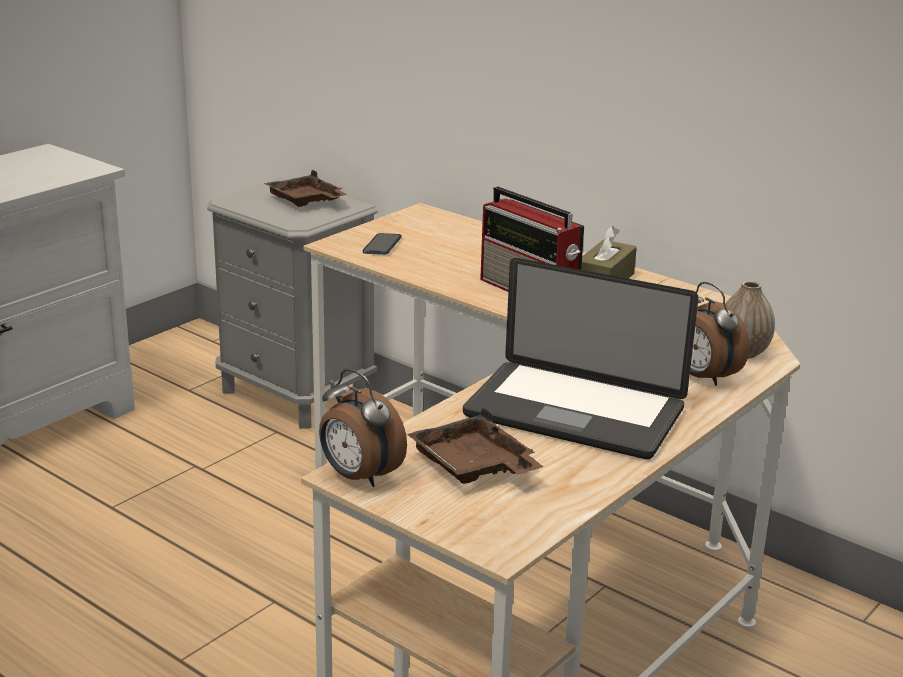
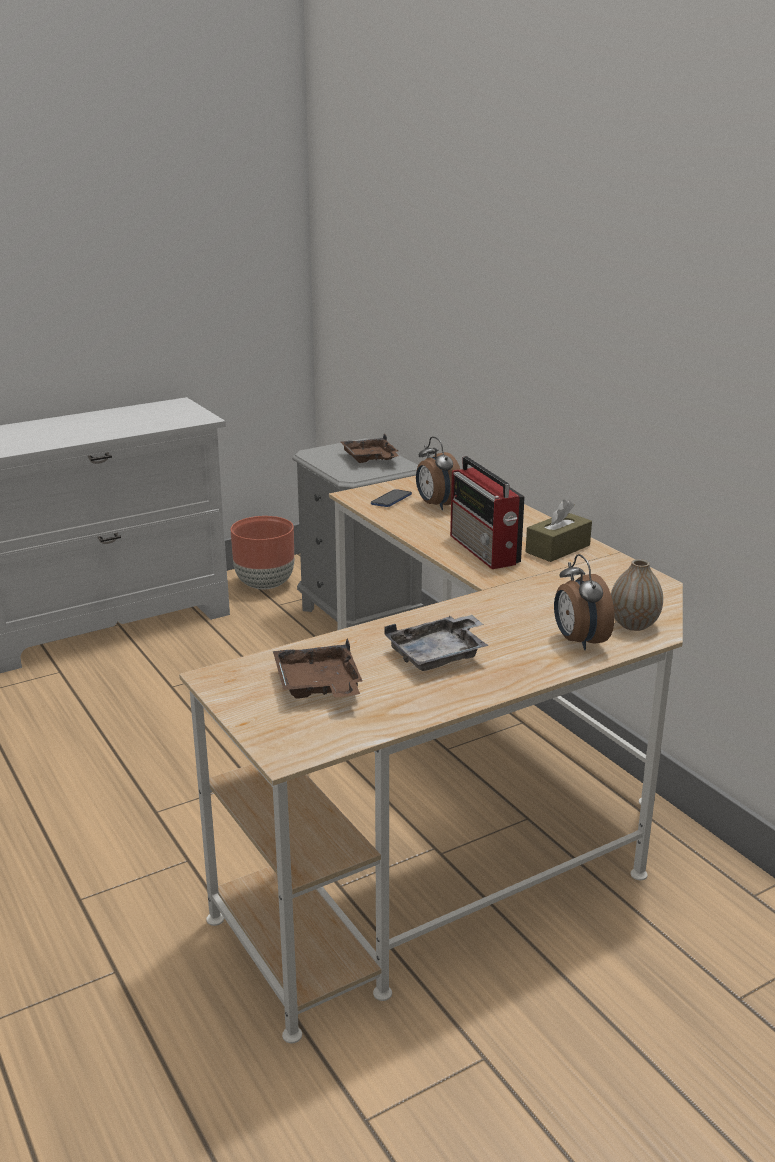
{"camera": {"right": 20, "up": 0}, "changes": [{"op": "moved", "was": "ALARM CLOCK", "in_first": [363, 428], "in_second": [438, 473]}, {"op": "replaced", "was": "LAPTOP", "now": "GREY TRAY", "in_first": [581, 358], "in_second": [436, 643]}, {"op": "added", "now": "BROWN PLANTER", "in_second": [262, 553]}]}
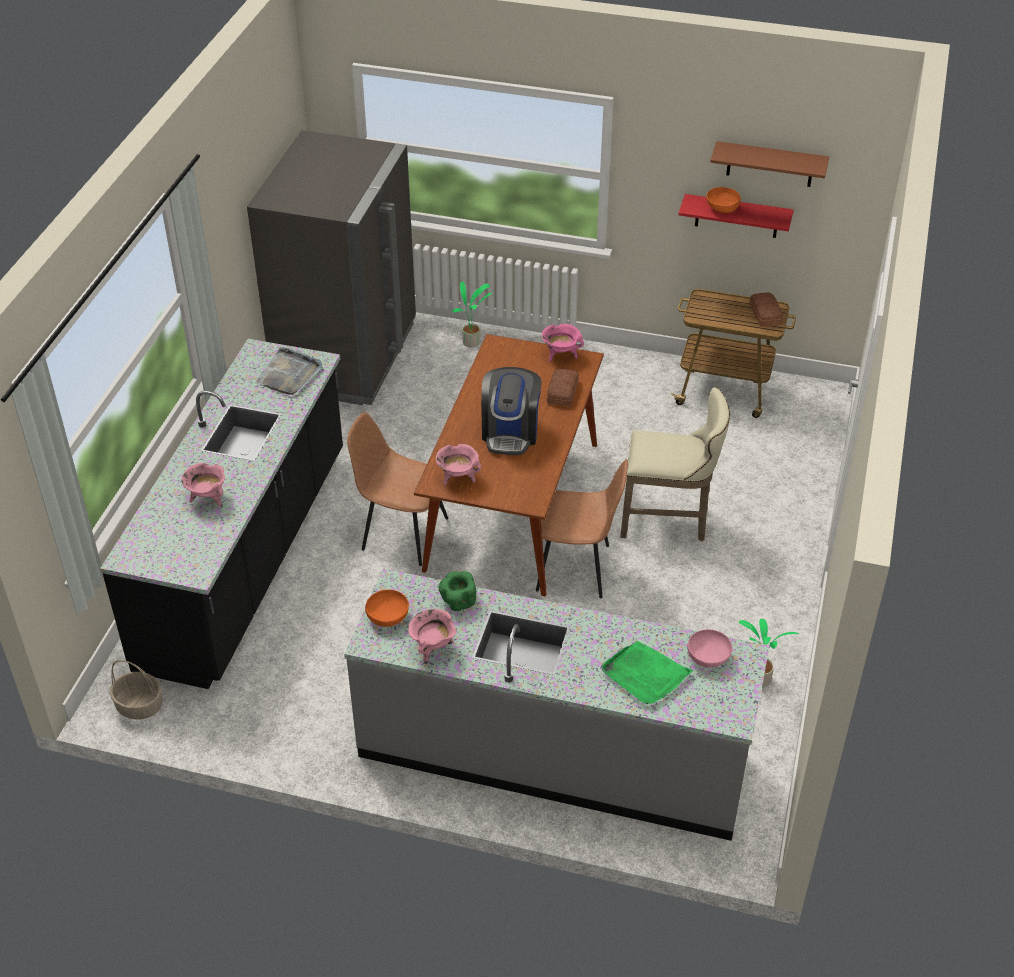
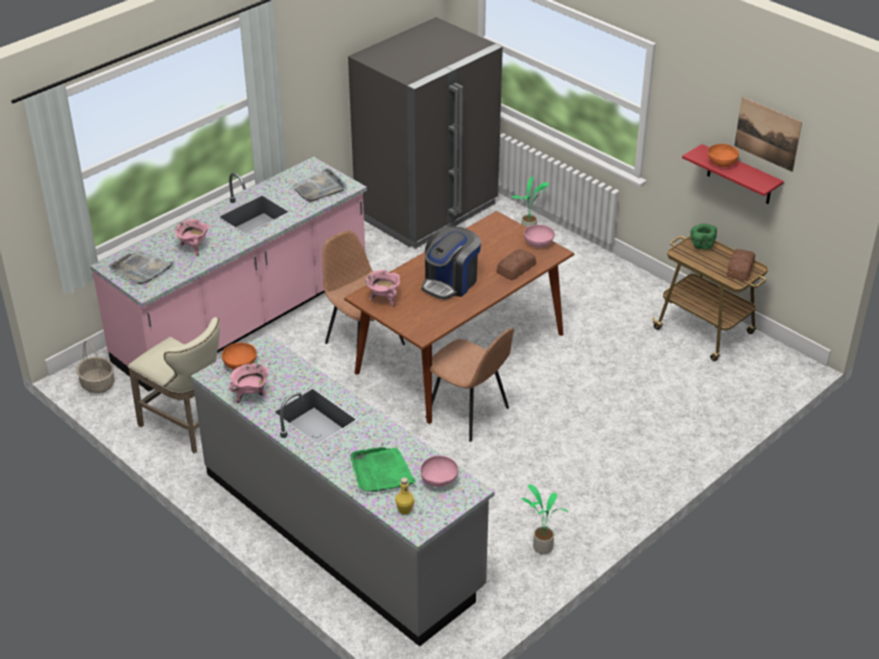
{"camera": {"right": 30, "up": -5}, "changes": [{"op": "recoloured", "was": "BLACK COUNTER", "now": "PINK COUNTER", "in_first": [221, 514], "in_second": [228, 274]}, {"op": "moved", "was": "GREEN BOWL", "in_first": [457, 591], "in_second": [703, 236]}, {"op": "replaced", "was": "PINK COOKING POT", "now": "PINK BOWL", "in_first": [563, 342], "in_second": [539, 236]}, {"op": "moved", "was": "BEIGE STOOL", "in_first": [675, 464], "in_second": [174, 385]}, {"op": "replaced", "was": "BROWN SHELF", "now": "PICTURE", "in_first": [769, 164], "in_second": [768, 134]}, {"op": "added", "now": "GREY TRAY", "in_second": [142, 268]}, {"op": "added", "now": "YELLOW BOTTLE", "in_second": [404, 496]}]}
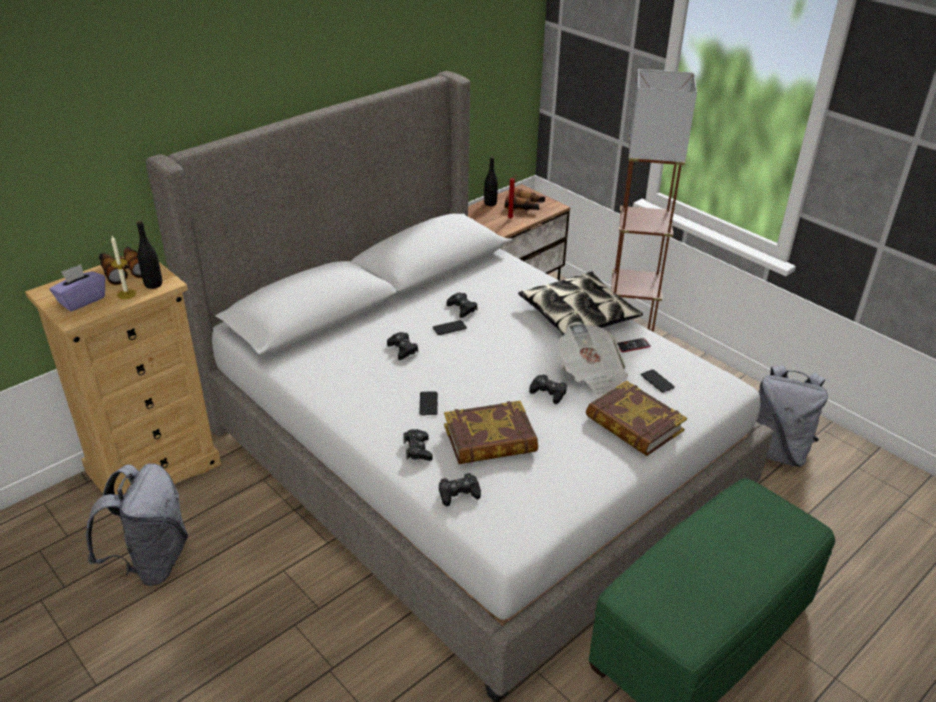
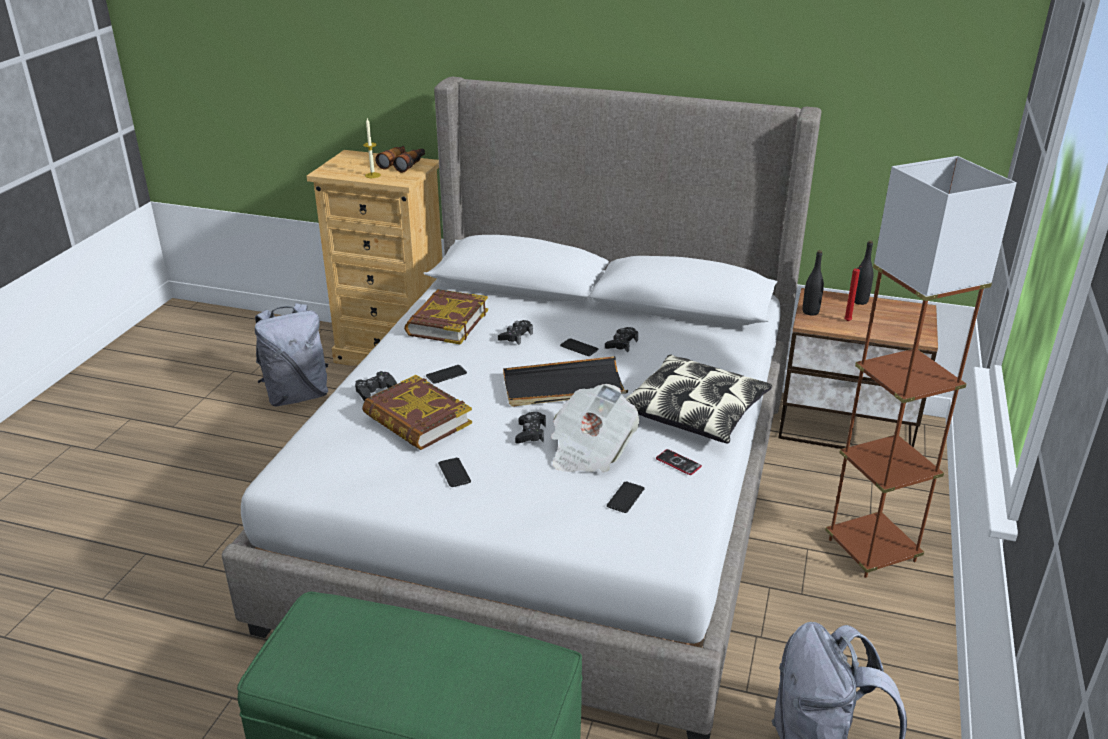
{"camera": {"right": 60, "up": -5}, "changes": [{"op": "removed", "was": "PURPLE TISSUE BOX", "in_first": [77, 288]}, {"op": "moved", "was": "BLACK BOTTLE", "in_first": [149, 254], "in_second": [813, 282]}, {"op": "removed", "was": "BLACK GAME CONTROLLER", "in_first": [460, 489]}, {"op": "removed", "was": "BINOCULARS", "in_first": [525, 199]}, {"op": "moved", "was": "BOOK", "in_first": [636, 418], "in_second": [446, 317]}, {"op": "added", "now": "PHONE", "in_second": [454, 472]}, {"op": "added", "now": "BLACK TRAY", "in_second": [565, 381]}]}
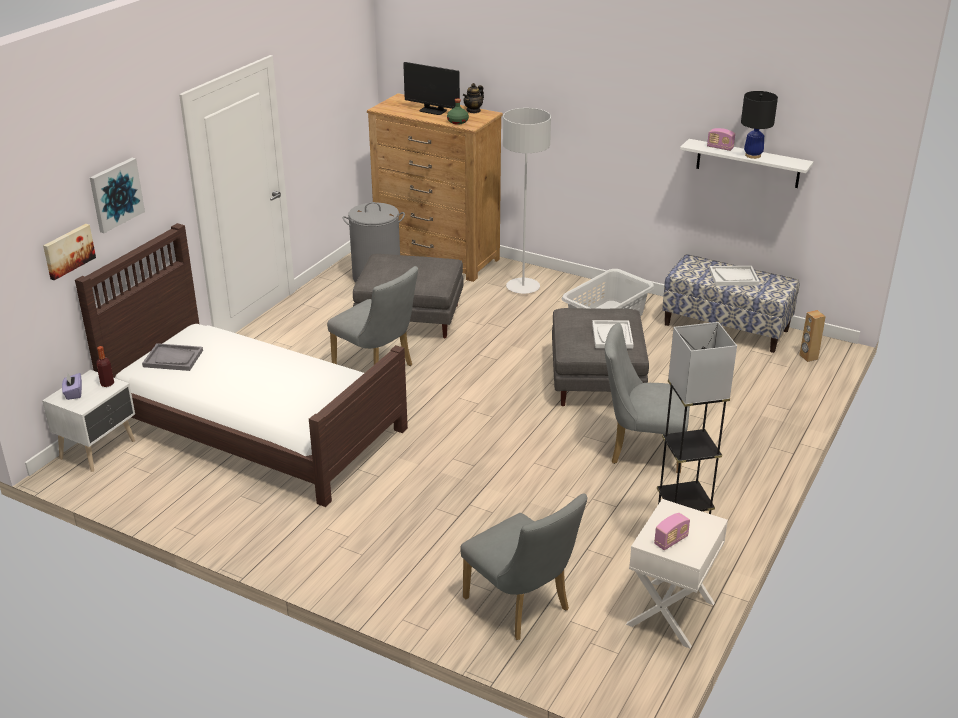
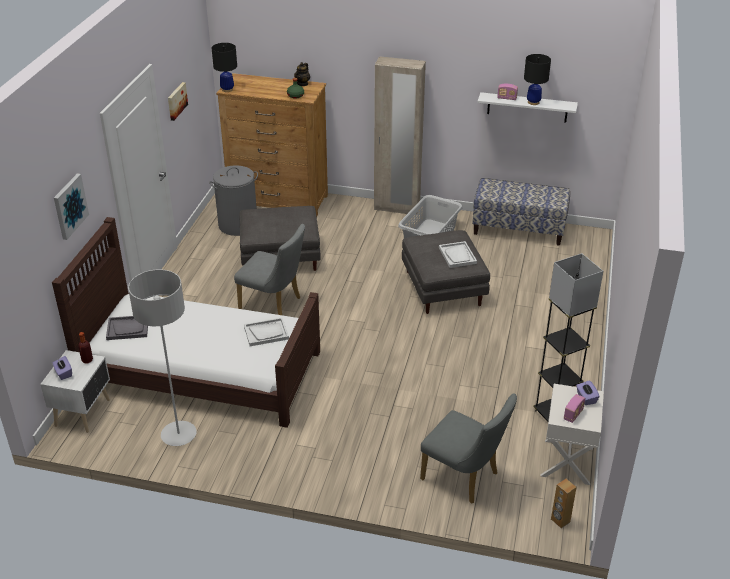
{"camera": {"right": -15, "up": 5}, "changes": [{"op": "moved", "was": "PICTURE", "in_first": [69, 252], "in_second": [178, 101]}, {"op": "removed", "was": "MONITOR", "in_first": [431, 88]}, {"op": "moved", "was": "GREY FLOOR LAMP", "in_first": [527, 201], "in_second": [162, 357]}, {"op": "removed", "was": "GREY CHAIR", "in_first": [647, 398]}, {"op": "moved", "was": "WHITE TRAY", "in_first": [734, 276], "in_second": [266, 332]}, {"op": "moved", "was": "BROWN SPEAKER", "in_first": [812, 336], "in_second": [564, 503]}, {"op": "added", "now": "BLACK TABLE LAMP", "in_second": [224, 67]}, {"op": "added", "now": "BEIGE WARDROBE", "in_second": [400, 135]}, {"op": "added", "now": "PURPLE TISSUE BOX", "in_second": [588, 392]}]}
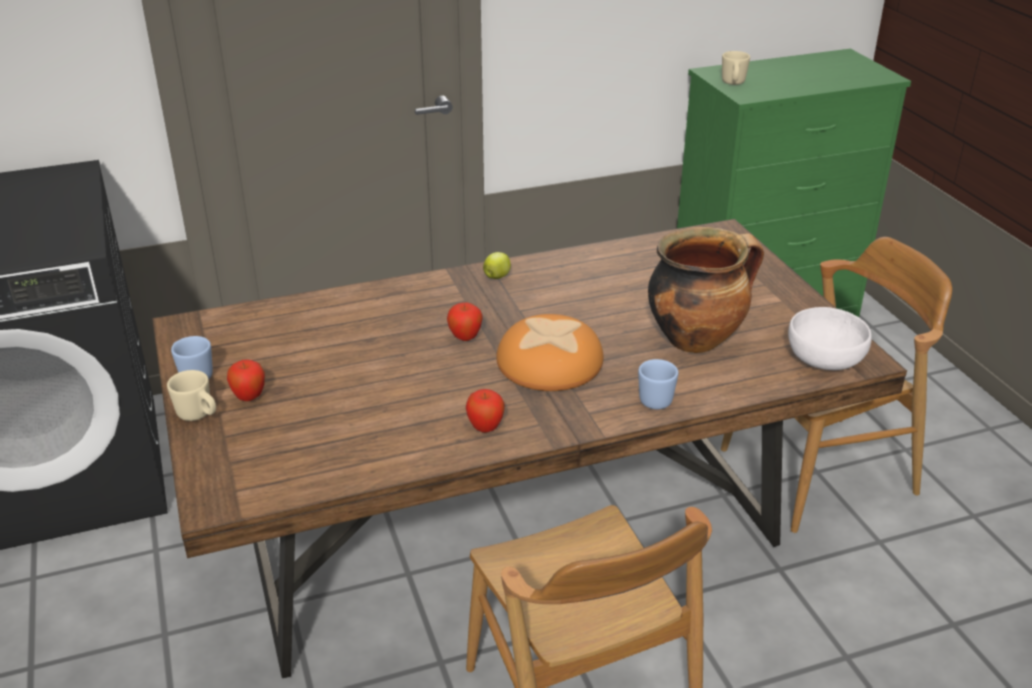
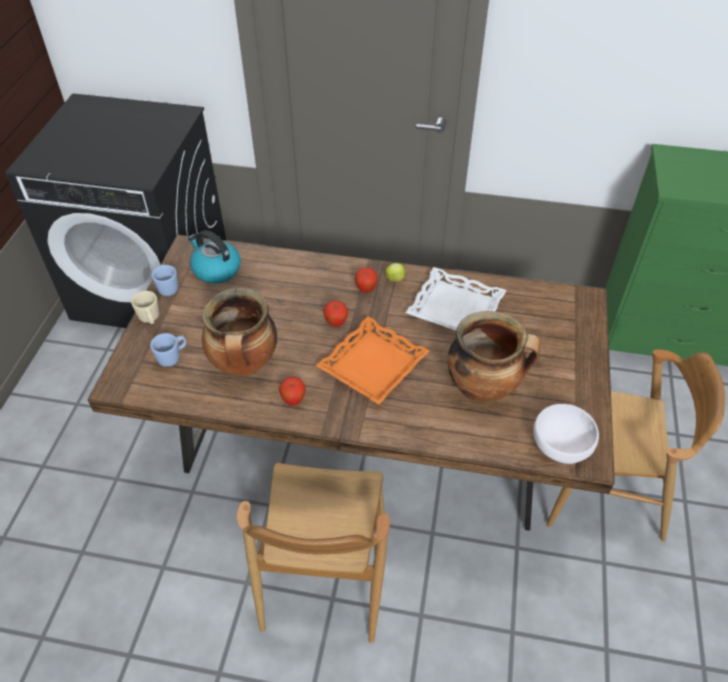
{"camera": {"right": 30, "up": 15}, "changes": [{"op": "moved", "was": "APPLE", "in_first": [246, 380], "in_second": [366, 280]}, {"op": "replaced", "was": "BREAD", "now": "ORANGE TRAY", "in_first": [550, 352], "in_second": [372, 360]}, {"op": "moved", "was": "BLUE MUG", "in_first": [658, 384], "in_second": [168, 350]}, {"op": "removed", "was": "BEIGE MUG", "in_first": [736, 68]}, {"op": "added", "now": "KETTLE", "in_second": [214, 257]}, {"op": "added", "now": "COOKING POT", "in_second": [239, 332]}, {"op": "added", "now": "WHITE TRAY", "in_second": [456, 299]}]}
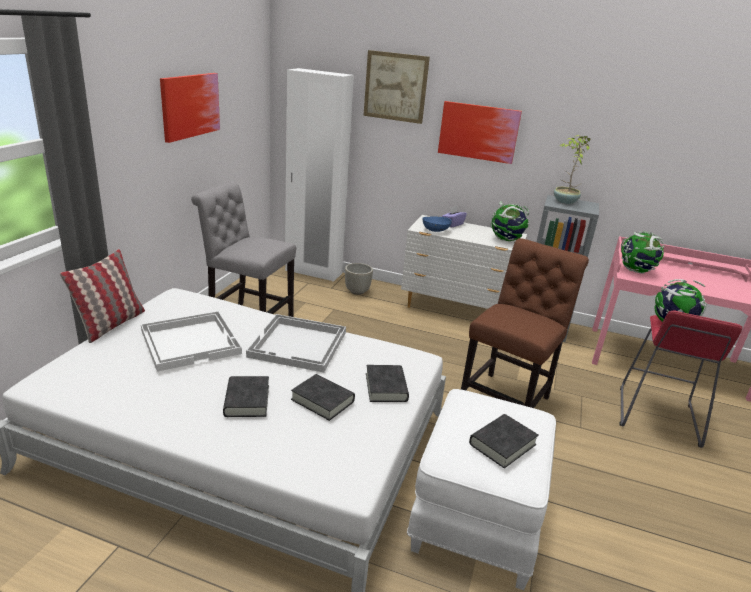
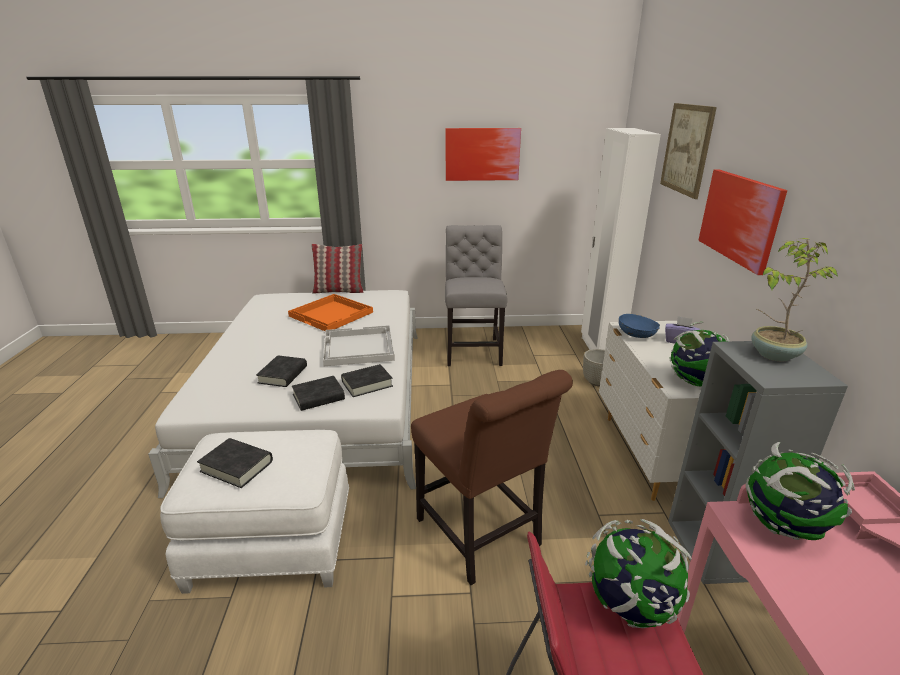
{"camera": {"right": 70, "up": 0}, "changes": [{"op": "recoloured", "was": "WHITE TRAY", "now": "ORANGE TRAY", "in_first": [191, 341], "in_second": [330, 312]}, {"op": "moved", "was": "BLACK BOOK", "in_first": [246, 396], "in_second": [367, 380]}, {"op": "turned", "was": "BROWN CHAIR", "in_first": [525, 323], "in_second": [492, 477], "clockwise": 45}]}
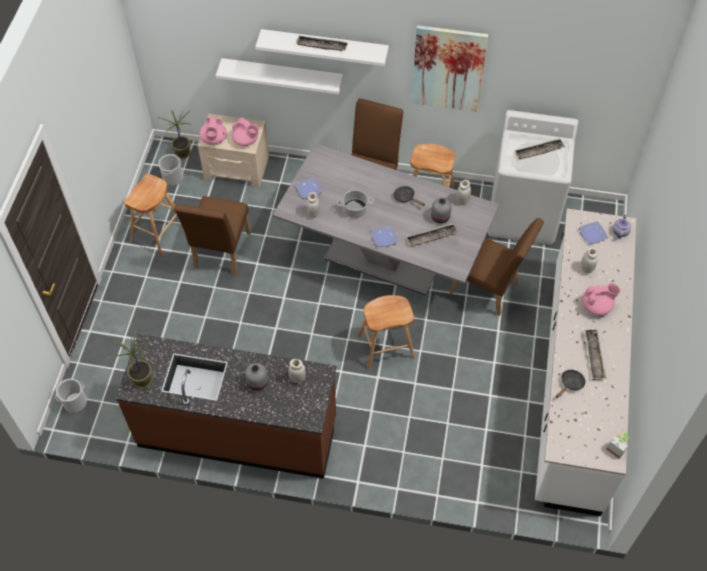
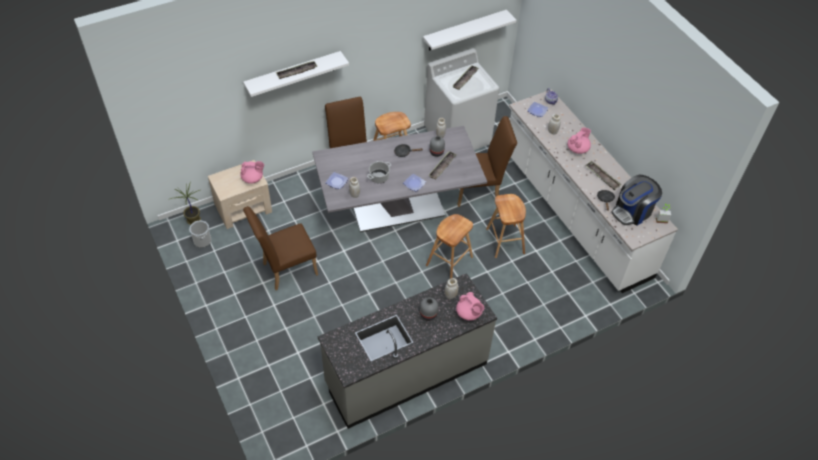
{"camera": {"right": -40, "up": -5}, "changes": [{"op": "removed", "was": "BUCKET", "in_first": [71, 396]}, {"op": "removed", "was": "POTTED PLANT", "in_first": [129, 358]}, {"op": "recoloured", "was": "BROWN COUNTER", "now": "GREY COUNTER", "in_first": [226, 406], "in_second": [407, 351]}, {"op": "moved", "was": "BROWN STOOL", "in_first": [150, 215], "in_second": [506, 226]}, {"op": "turned", "was": "BROWN CHAIR", "in_first": [212, 235], "in_second": [280, 248], "clockwise": 90}, {"op": "moved", "was": "PINK TEAPOT", "in_first": [213, 130], "in_second": [470, 306]}, {"op": "moved", "was": "WHITE SHELF", "in_first": [279, 76], "in_second": [469, 30]}, {"op": "removed", "was": "PICTURE", "in_first": [450, 68]}, {"op": "added", "now": "COFFEE MACHINE", "in_second": [636, 200]}]}
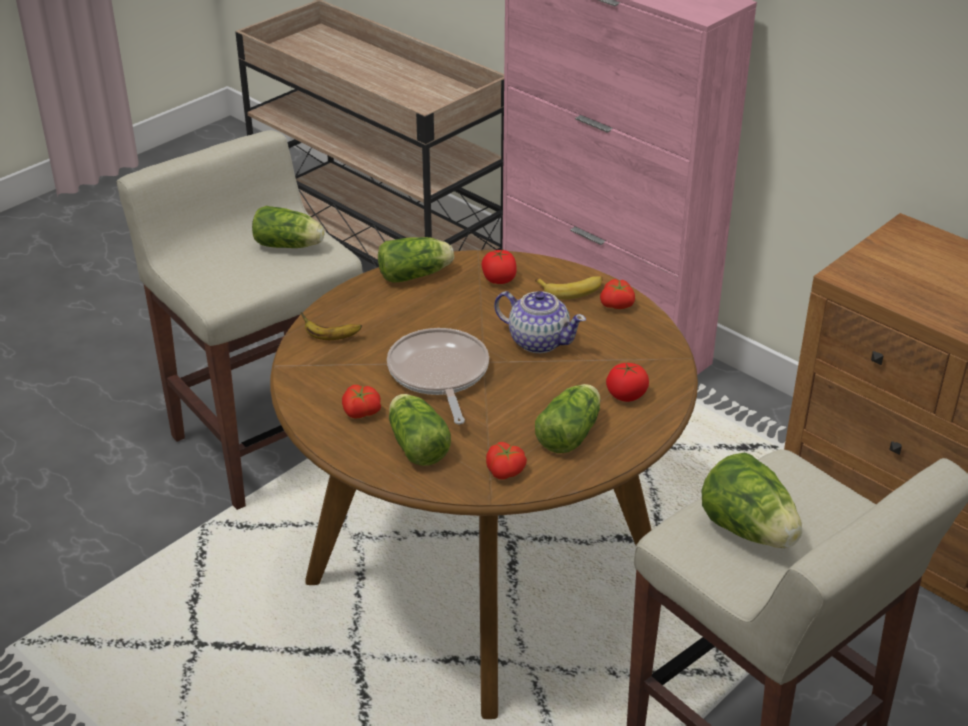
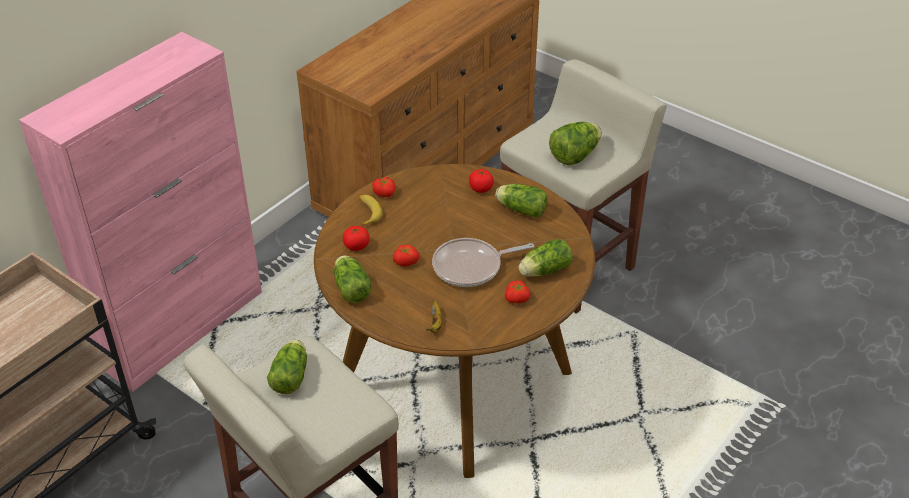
{"camera": {"right": -95, "up": 5}, "changes": [{"op": "moved", "was": "TOMATO", "in_first": [506, 460], "in_second": [406, 256]}, {"op": "removed", "was": "TEAPOT", "in_first": [540, 322]}]}
